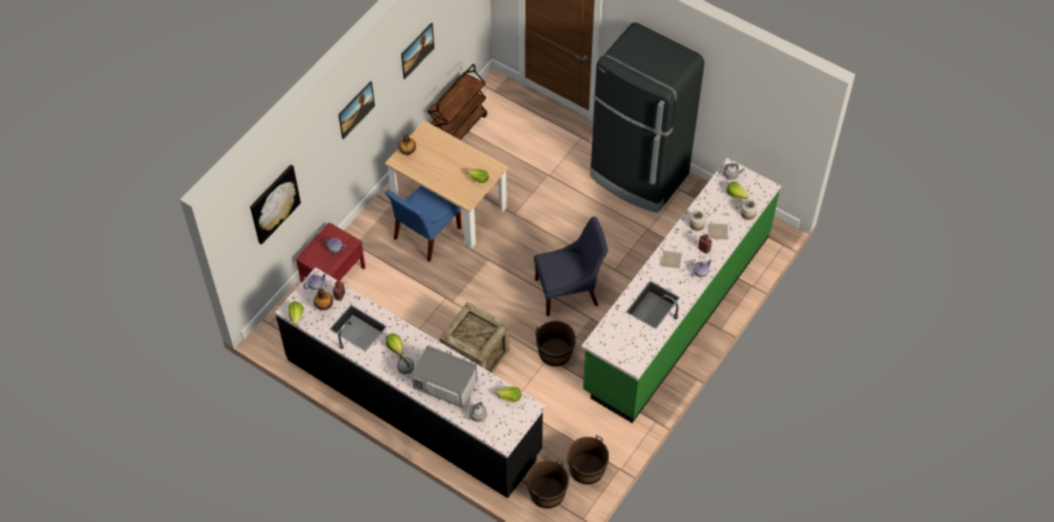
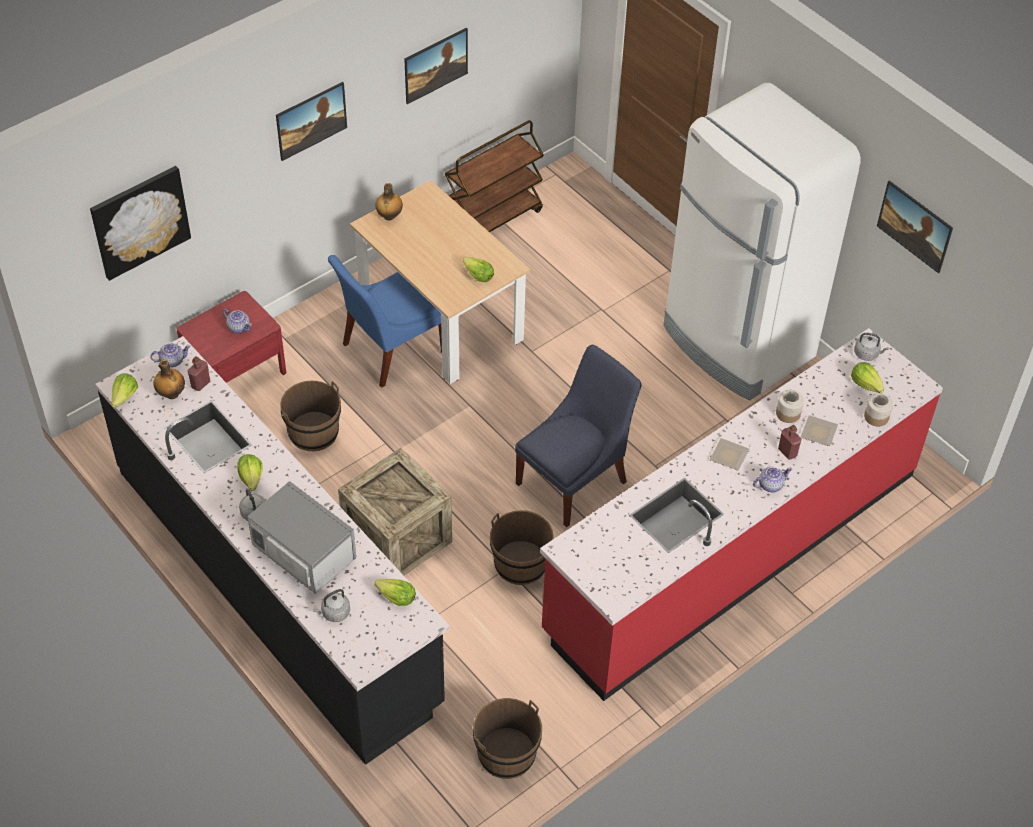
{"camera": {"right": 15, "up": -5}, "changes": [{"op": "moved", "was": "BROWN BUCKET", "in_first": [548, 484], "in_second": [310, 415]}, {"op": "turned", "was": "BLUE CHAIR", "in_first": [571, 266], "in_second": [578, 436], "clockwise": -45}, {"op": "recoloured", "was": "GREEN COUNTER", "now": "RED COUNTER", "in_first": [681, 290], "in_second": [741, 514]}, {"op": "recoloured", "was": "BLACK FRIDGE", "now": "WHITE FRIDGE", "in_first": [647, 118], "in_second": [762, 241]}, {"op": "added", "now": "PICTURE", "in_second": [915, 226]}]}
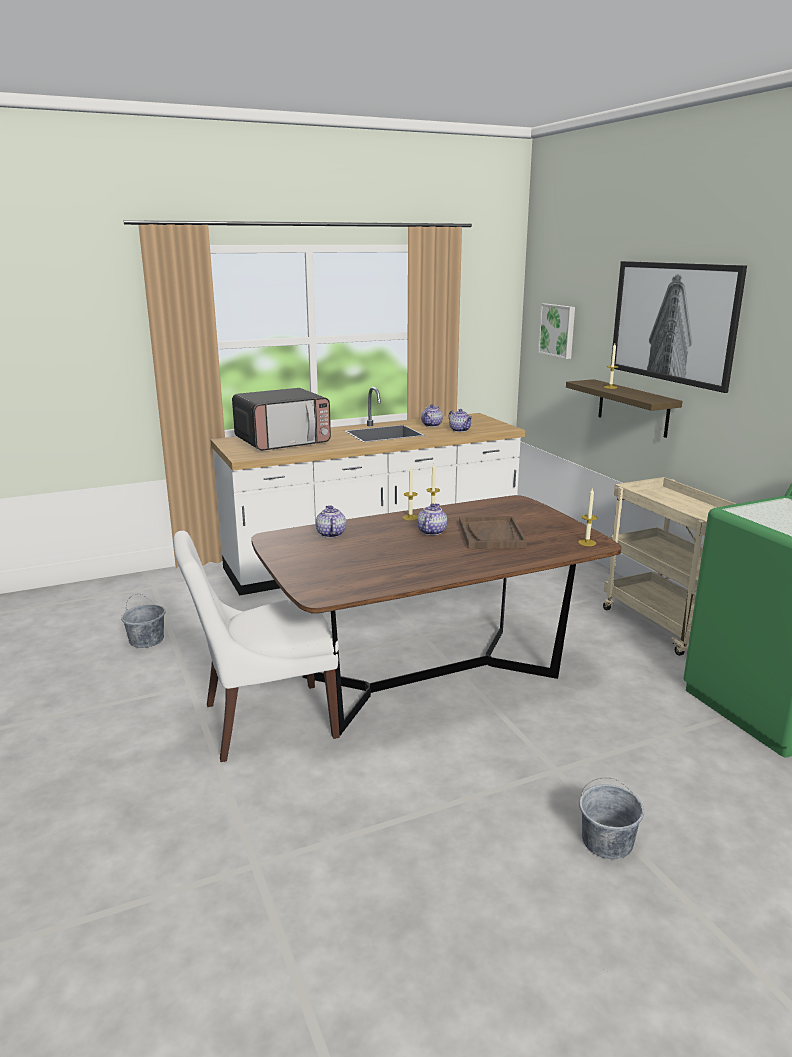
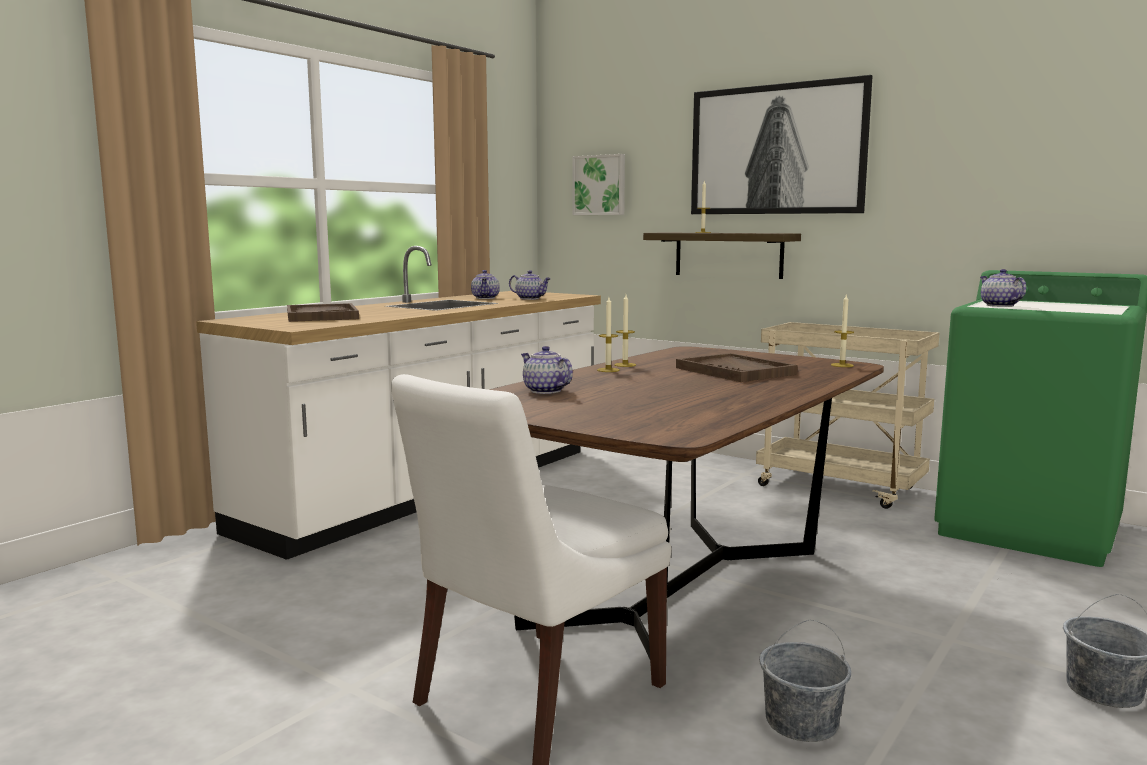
{"camera": {"right": -30, "up": -10}, "changes": [{"op": "moved", "was": "GREY BUCKET", "in_first": [143, 621], "in_second": [805, 681]}, {"op": "replaced", "was": "MICROWAVE", "now": "BROWN TRAY", "in_first": [281, 419], "in_second": [323, 312]}, {"op": "moved", "was": "TEAPOT", "in_first": [432, 519], "in_second": [1003, 288]}]}
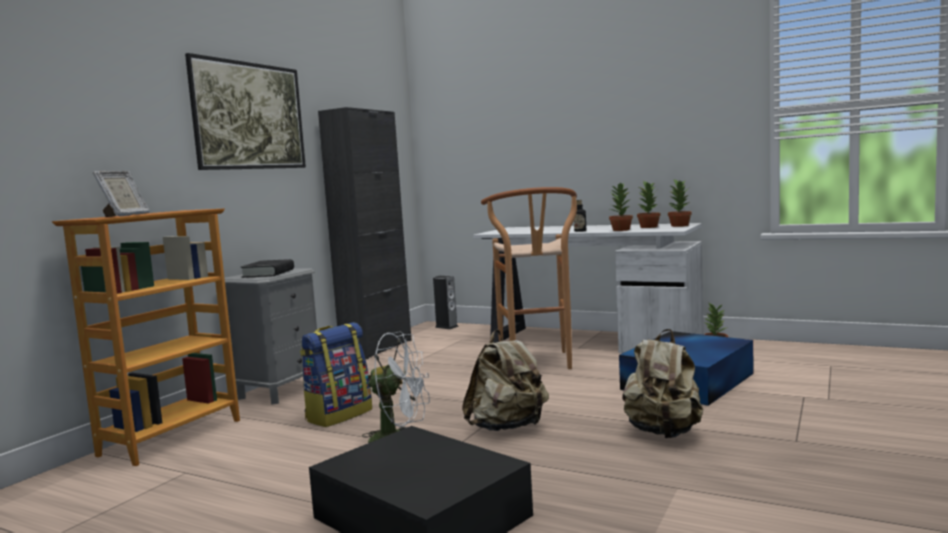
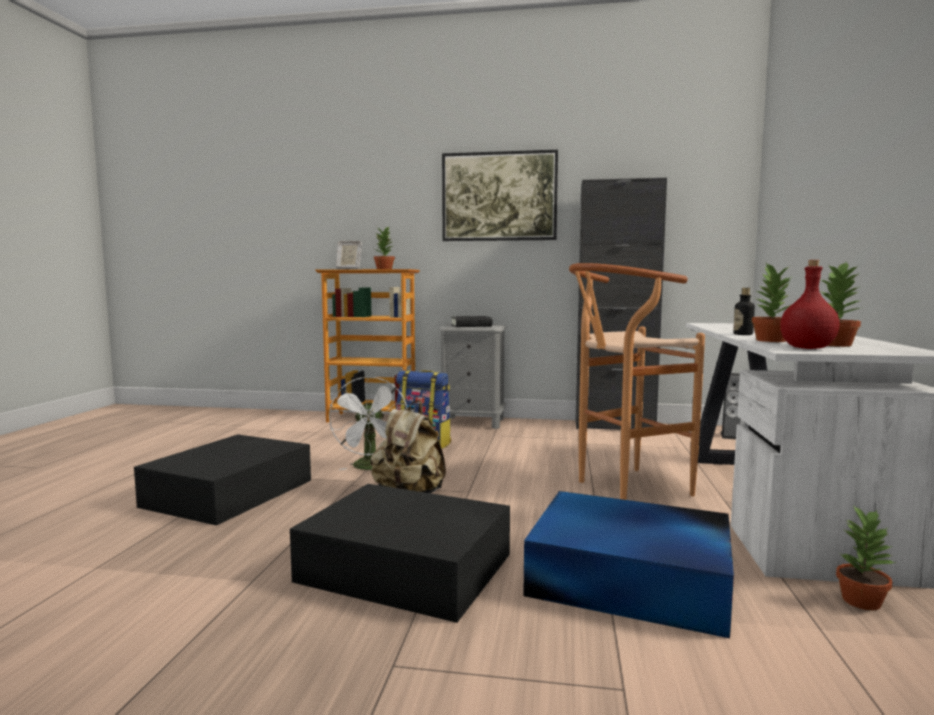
{"camera": {"right": 70, "up": 0}, "changes": [{"op": "replaced", "was": "BEIGE BACKPACK", "now": "BLACK STORAGE BOX", "in_first": [662, 383], "in_second": [400, 553]}, {"op": "moved", "was": "POTTED PLANT", "in_first": [680, 203], "in_second": [384, 247]}, {"op": "added", "now": "RED BOTTLE", "in_second": [810, 304]}]}
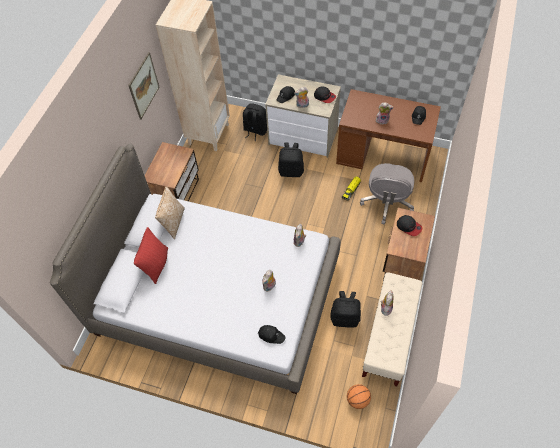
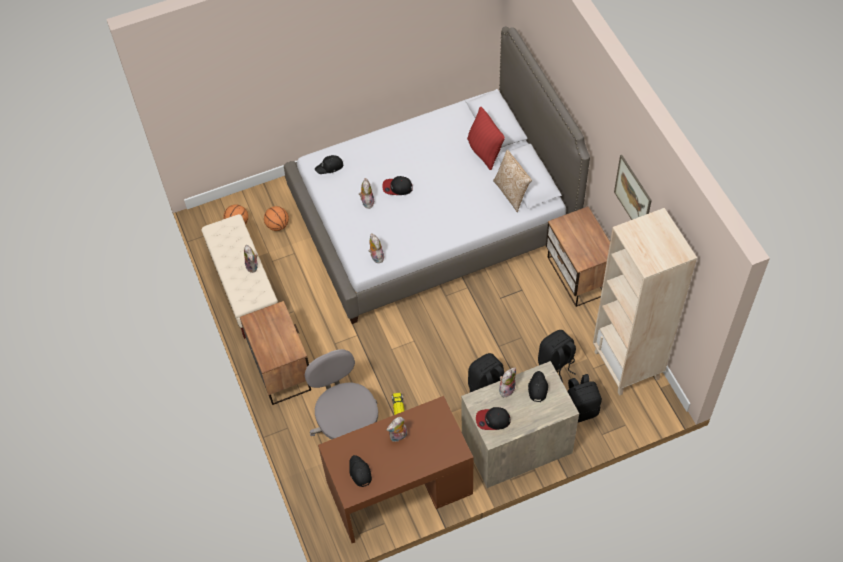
{"camera": {"right": 140, "up": 0}, "changes": [{"op": "moved", "was": "BLACK BACKPACK", "in_first": [345, 309], "in_second": [557, 356]}, {"op": "moved", "was": "CAP", "in_first": [409, 225], "in_second": [397, 185]}, {"op": "added", "now": "BASKETBALL", "in_second": [276, 218]}]}
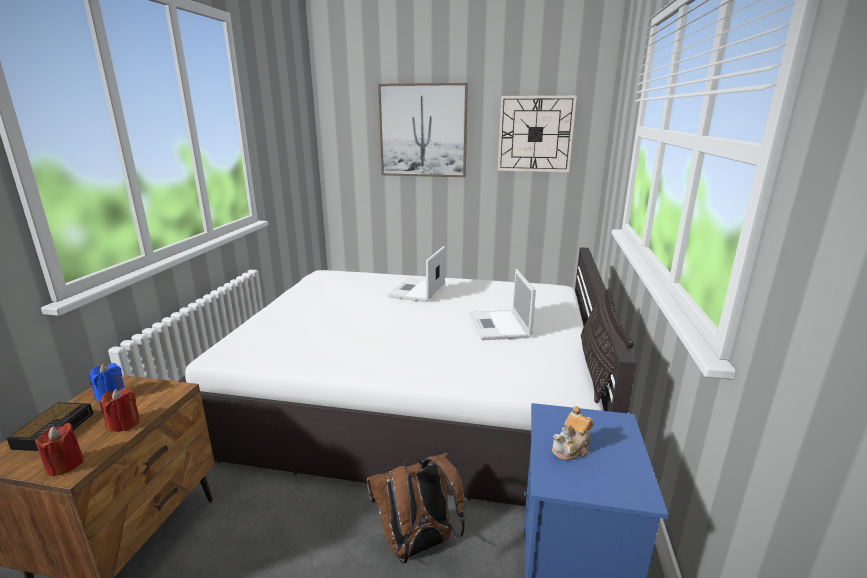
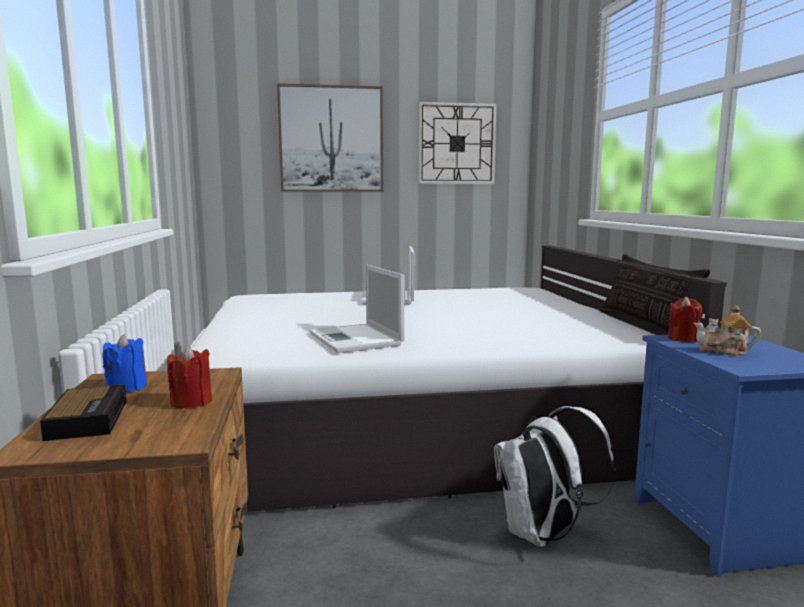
{"camera": {"right": -20, "up": -10}, "changes": [{"op": "moved", "was": "RED CANDLE", "in_first": [59, 450], "in_second": [685, 319]}, {"op": "recoloured", "was": "BROWN BACKPACK", "now": "WHITE BACKPACK", "in_first": [416, 508], "in_second": [554, 476]}, {"op": "moved", "was": "LAPTOP", "in_first": [503, 304], "in_second": [356, 309]}, {"op": "turned", "was": "TEAPOT", "in_first": [573, 433], "in_second": [727, 330], "clockwise": 75}]}
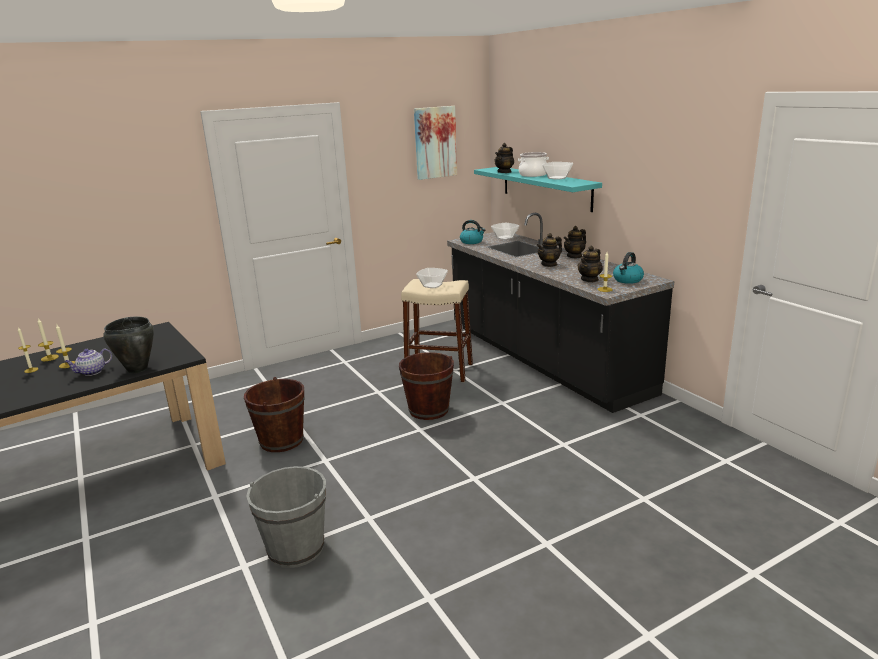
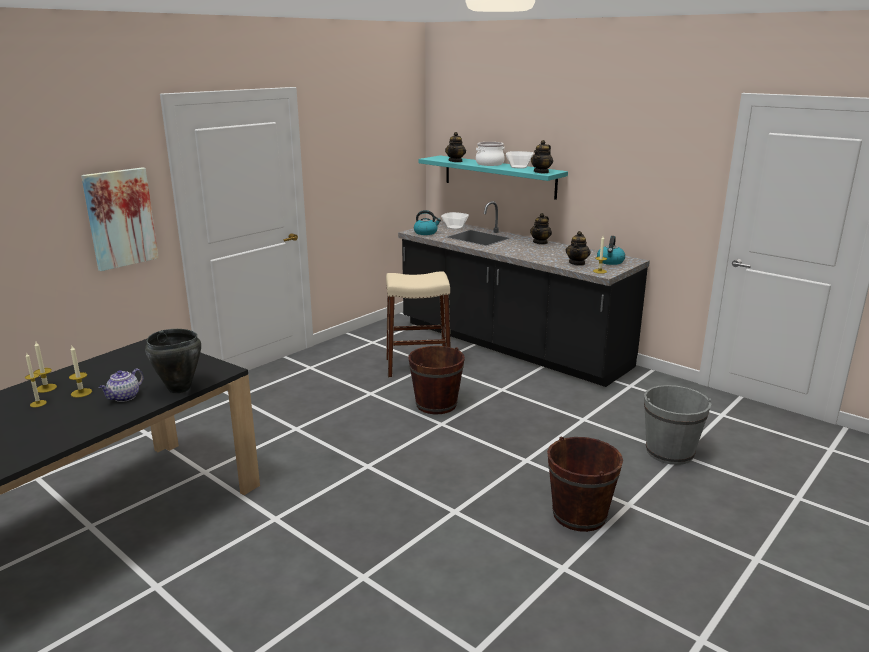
{"camera": {"right": -20, "up": 0}, "changes": [{"op": "moved", "was": "BROWN BUCKET", "in_first": [274, 414], "in_second": [585, 484]}, {"op": "moved", "was": "GREY BUCKET", "in_first": [286, 517], "in_second": [677, 425]}, {"op": "moved", "was": "PICTURE", "in_first": [435, 143], "in_second": [120, 219]}, {"op": "removed", "was": "BOWL", "in_first": [432, 278]}, {"op": "moved", "was": "TEAPOT", "in_first": [549, 250], "in_second": [542, 157]}]}
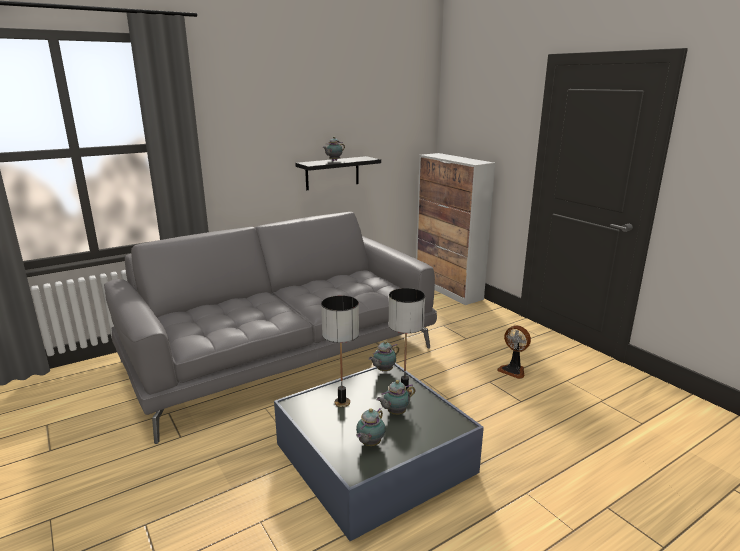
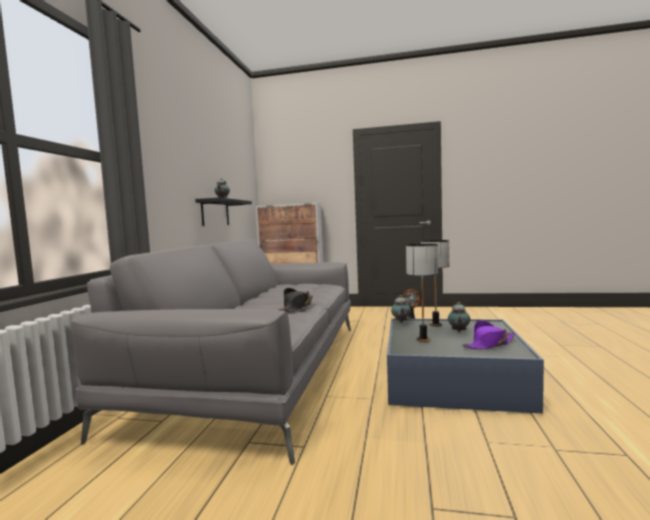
{"camera": {"right": -45, "up": -15}, "changes": [{"op": "replaced", "was": "TEAPOT", "now": "PURPLE HAT", "in_first": [371, 427], "in_second": [489, 335]}, {"op": "added", "now": "BLACK HAT", "in_second": [296, 300]}]}
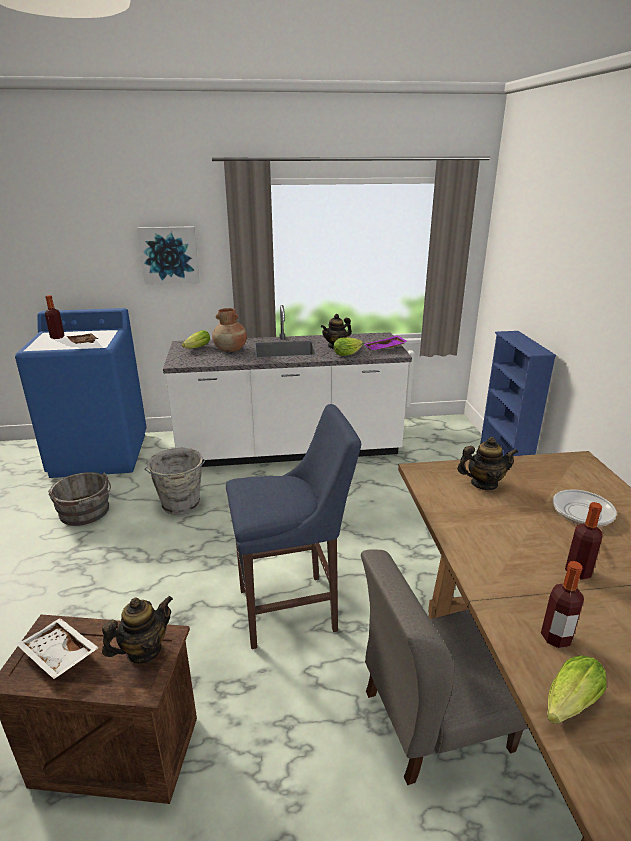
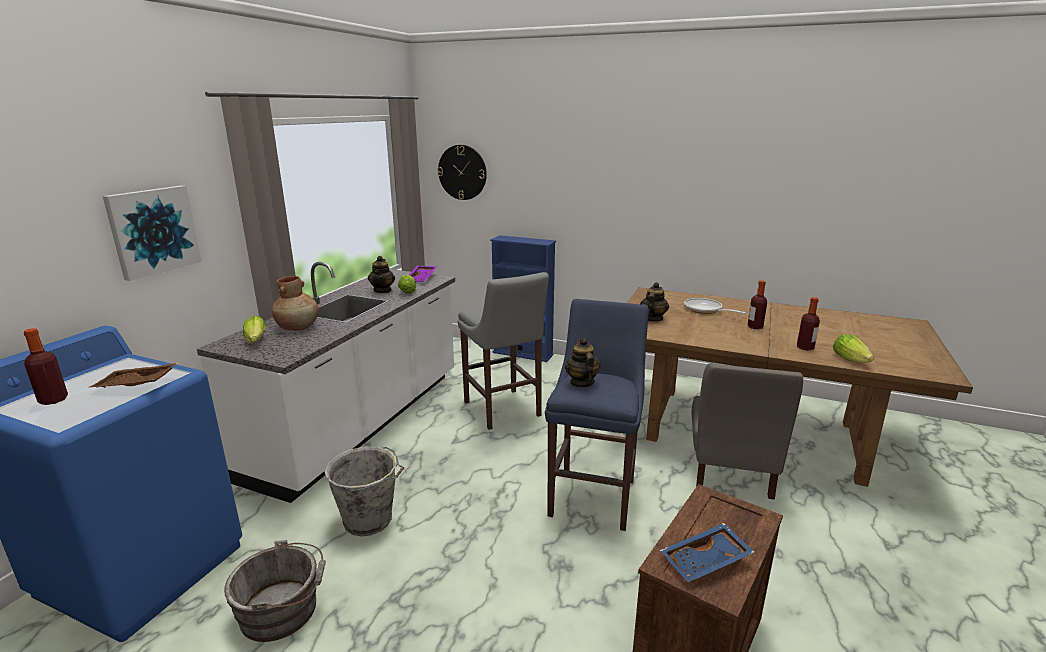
{"camera": {"right": -60, "up": -5}, "changes": [{"op": "recoloured", "was": "WHITE TRAY", "now": "BLUE TRAY", "in_first": [57, 648], "in_second": [707, 552]}, {"op": "moved", "was": "TEAPOT", "in_first": [137, 629], "in_second": [583, 363]}, {"op": "added", "now": "WALL CLOCK", "in_second": [462, 172]}, {"op": "added", "now": "GREY STOOL", "in_second": [503, 351]}]}
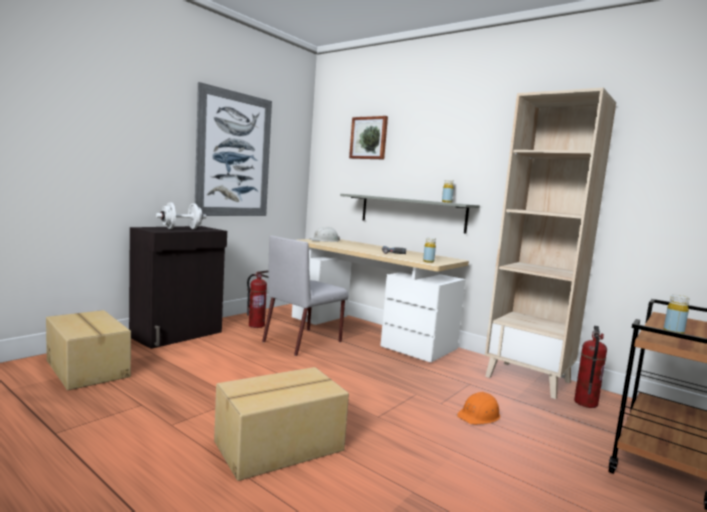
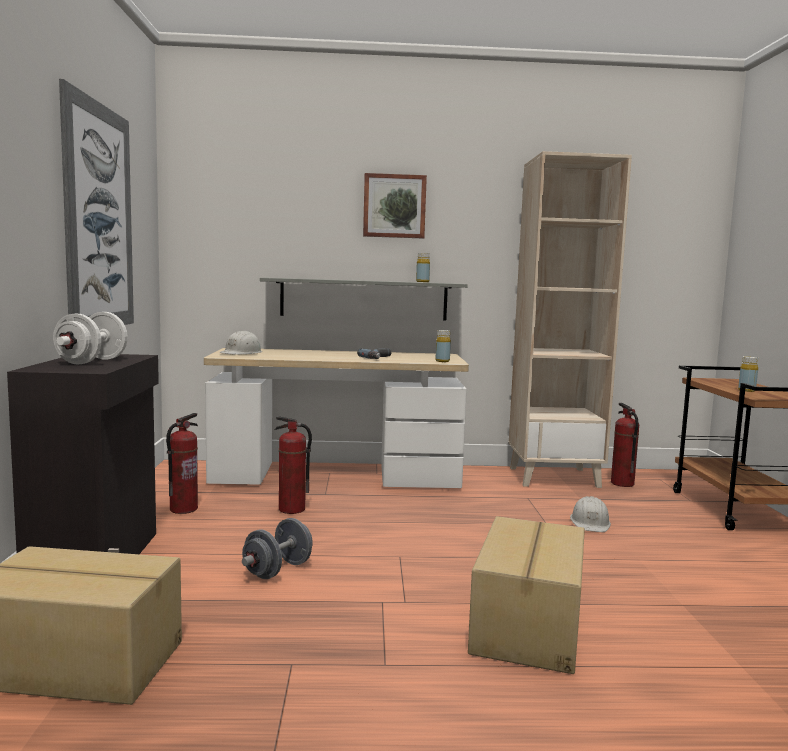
{"camera": {"right": -40, "up": 0}, "changes": [{"op": "replaced", "was": "GREY CHAIR", "now": "FIRE EXTINGUISHER", "in_first": [305, 295], "in_second": [293, 465]}, {"op": "moved", "was": "PICTURE", "in_first": [368, 137], "in_second": [395, 206]}, {"op": "recoloured", "was": "ORANGE HARD HAT", "now": "WHITE HARD HAT", "in_first": [478, 408], "in_second": [590, 514]}, {"op": "added", "now": "GREY DUMBBELL", "in_second": [277, 548]}]}
